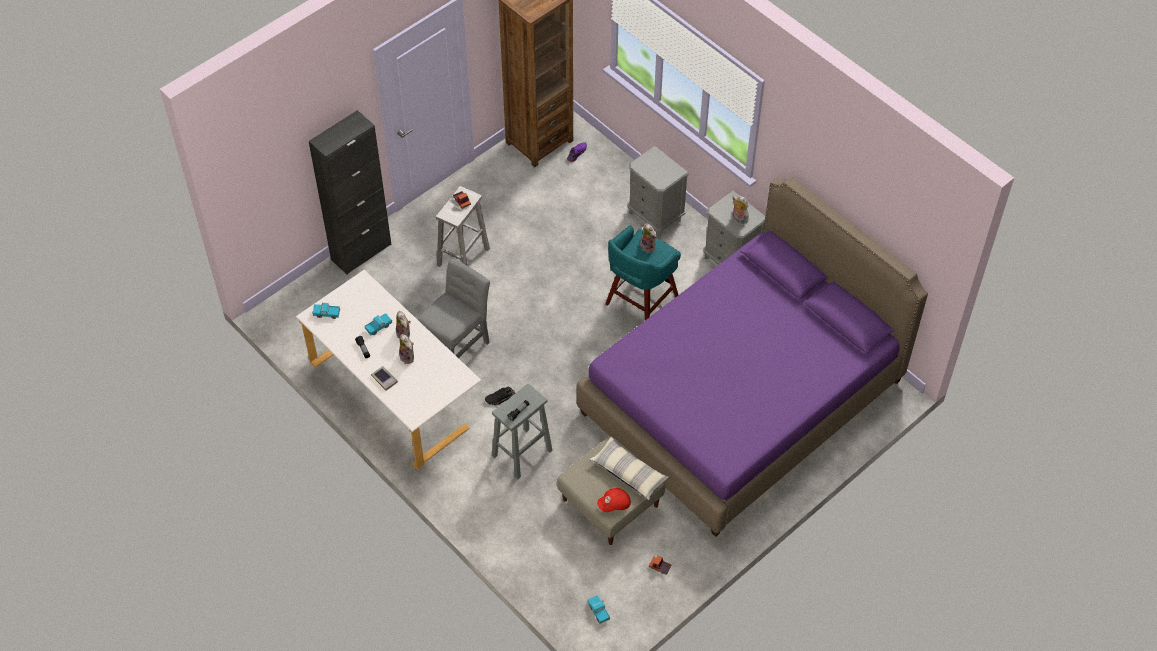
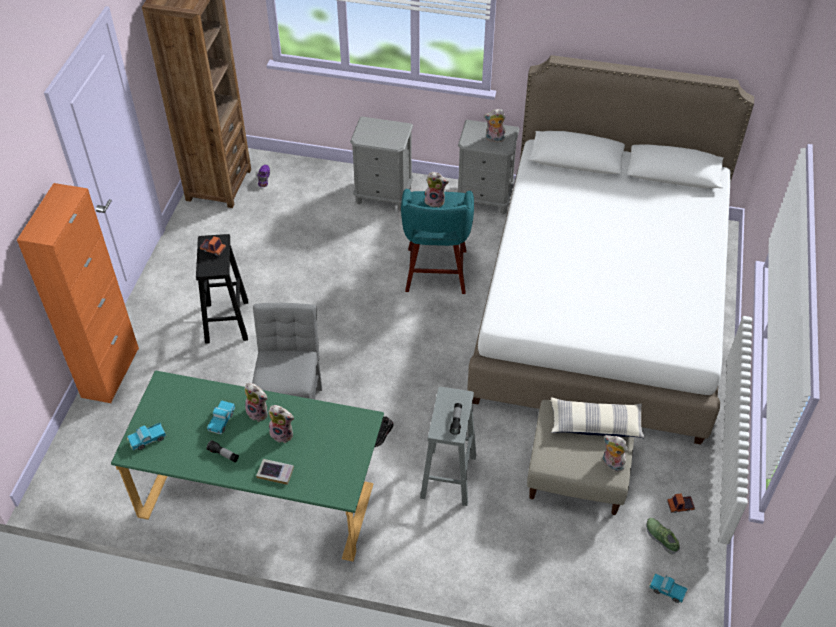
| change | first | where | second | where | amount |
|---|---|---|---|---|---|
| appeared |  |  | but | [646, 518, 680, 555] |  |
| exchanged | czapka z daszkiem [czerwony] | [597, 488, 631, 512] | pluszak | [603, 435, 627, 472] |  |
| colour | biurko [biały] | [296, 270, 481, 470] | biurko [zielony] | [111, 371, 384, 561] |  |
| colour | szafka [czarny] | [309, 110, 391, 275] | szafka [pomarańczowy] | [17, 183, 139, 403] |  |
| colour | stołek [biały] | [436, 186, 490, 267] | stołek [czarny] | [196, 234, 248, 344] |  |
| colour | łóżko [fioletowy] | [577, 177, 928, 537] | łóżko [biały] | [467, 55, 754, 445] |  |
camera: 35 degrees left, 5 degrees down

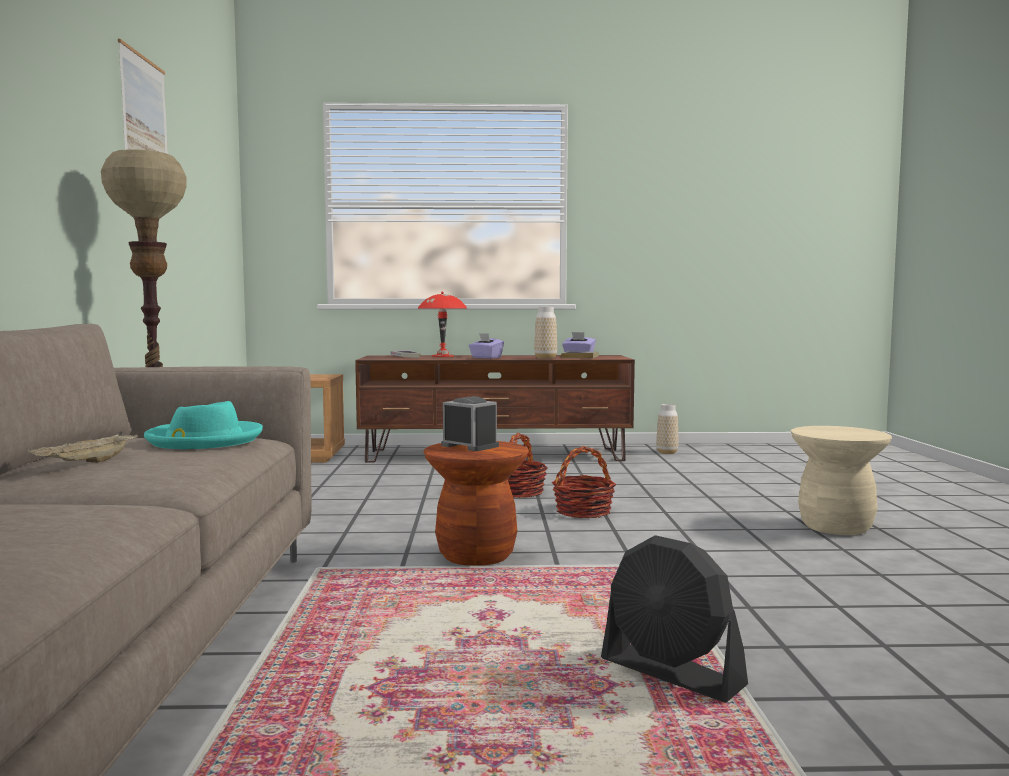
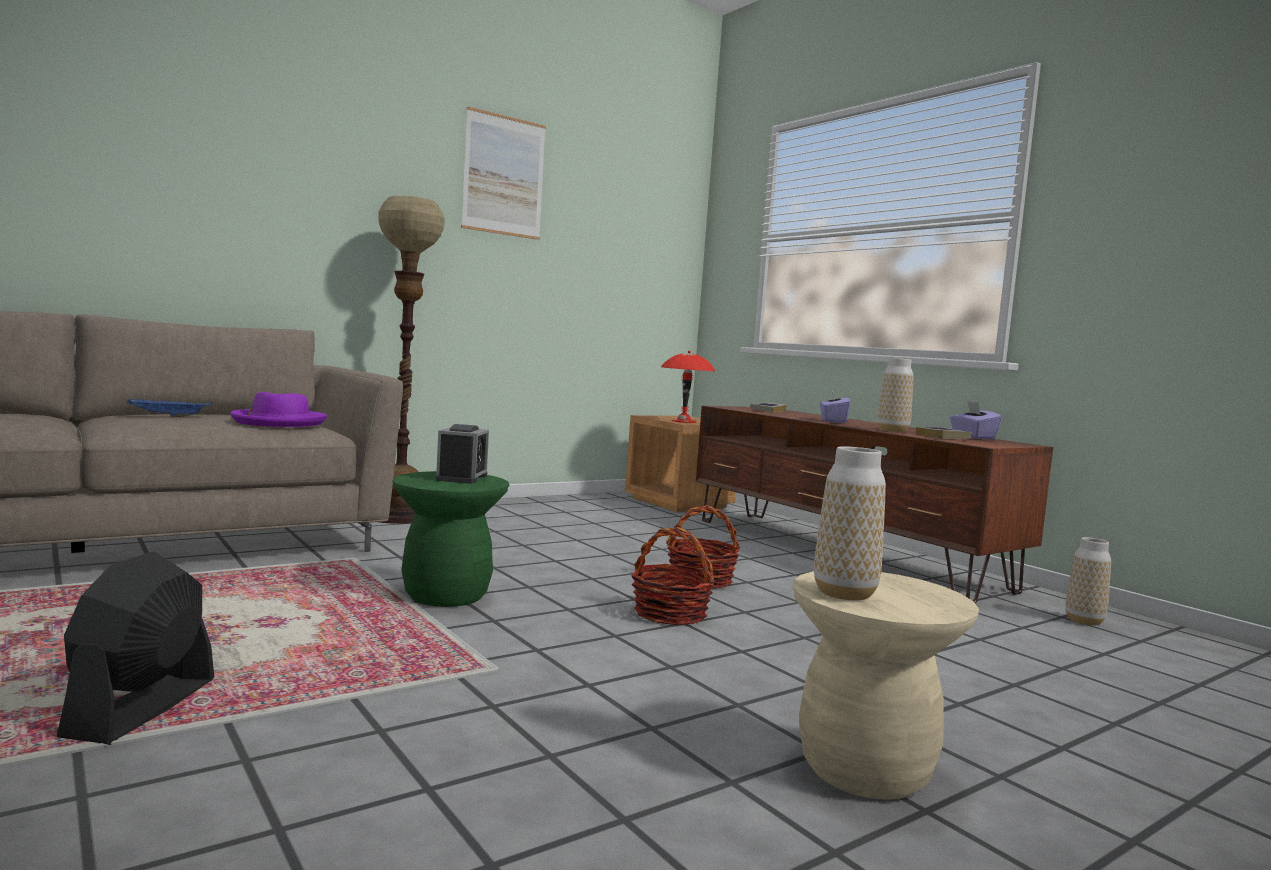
| change | first | where | second | where | amount |
|---|---|---|---|---|---|
| appeared |  |  | wazon | [814, 446, 886, 601] |  |
| relocated | lampa stołowa [czerwony] | [418, 292, 467, 357] |  | [661, 351, 715, 423] |  |
| colour | taca [beżowy] | [28, 432, 138, 463] | taca [niebieski] | [126, 398, 212, 417] |  |
| colour | kapelusz [turkusowy] | [144, 401, 263, 449] | kapelusz [fioletowy] | [230, 392, 327, 427] |  |
| colour | stołek [brązowy] | [424, 441, 529, 566] | stołek [zielony] | [393, 471, 509, 607] |  |
camera: 55 degrees right, 0 degrees up

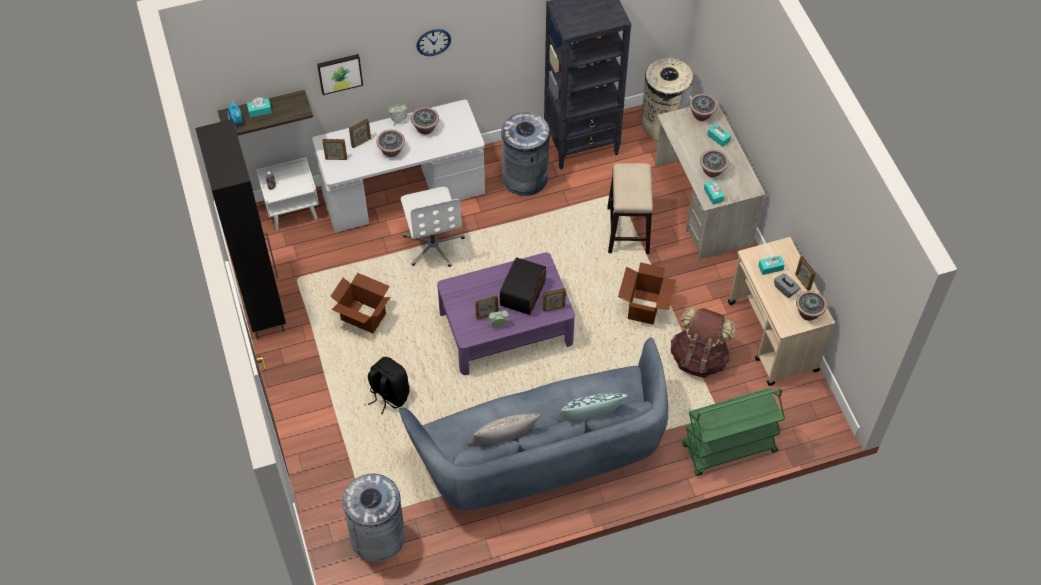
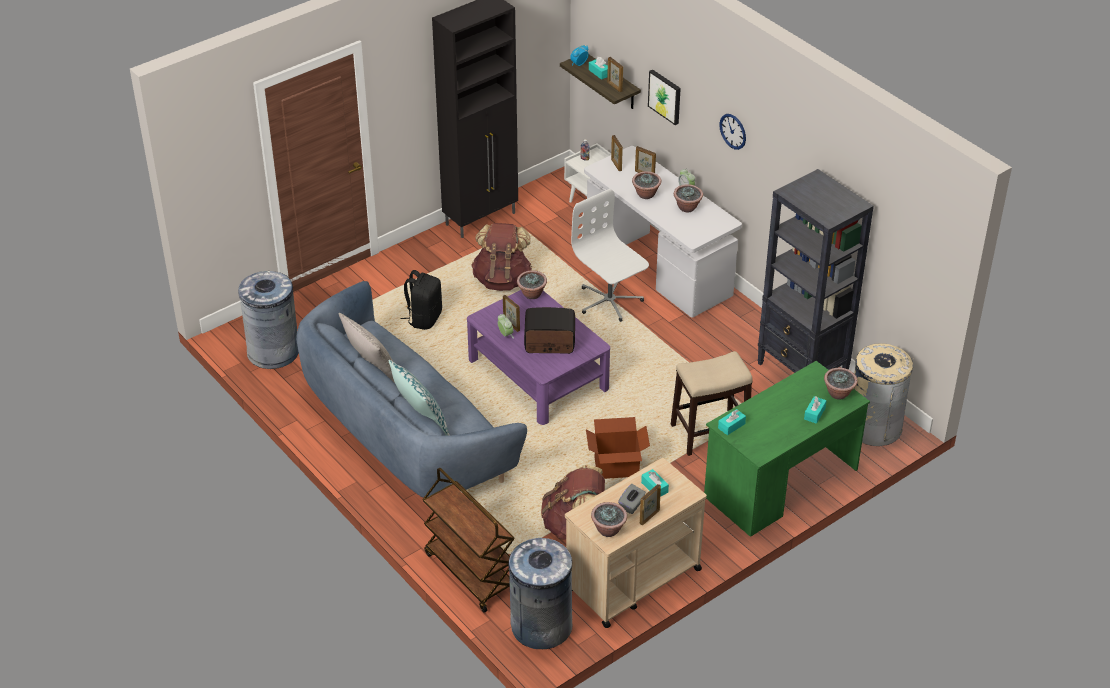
| change | first | where | second | where | amount |
|---|---|---|---|---|---|
| relocated | kosz na śmieci [szary] | [501, 112, 550, 196] |  | [508, 538, 572, 649] |  |
| relocated | ramka na zdjęcie | [543, 288, 566, 312] |  | [607, 57, 623, 92] |  |
| relocated | roślina doniczkowa | [700, 150, 729, 177] |  | [517, 270, 547, 299] |  |
| exchanged | karton | [330, 273, 390, 333] | plecak [brązowy] | [471, 223, 532, 291] |  |
| colour | biurko [beżowy] | [655, 100, 766, 259] | biurko [zielony] | [704, 361, 870, 537] |  |
| colour | wózek [zielony] | [682, 388, 785, 476] | wózek [brązowy] | [422, 468, 515, 613] |  |
| spun | krzesło biurowe [biały] | [401, 187, 465, 267] |  | [571, 189, 649, 322] | 90 degrees clockwise |
camera: 70 degrees right, 15 degrees down

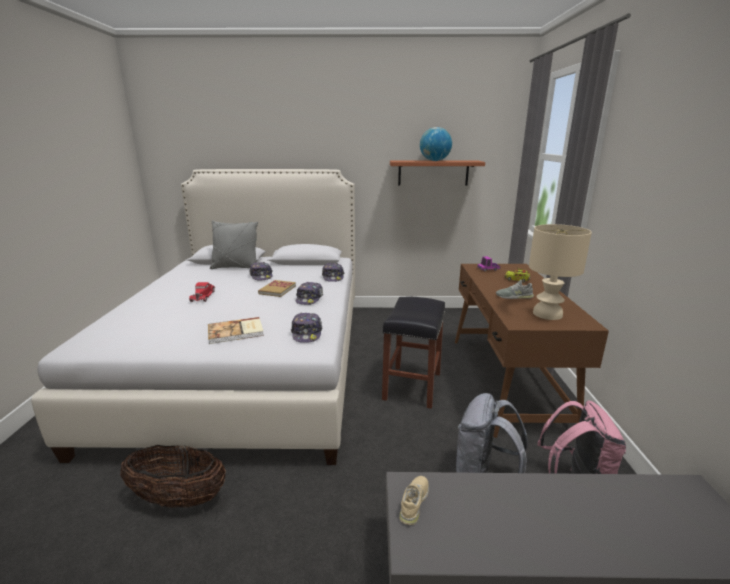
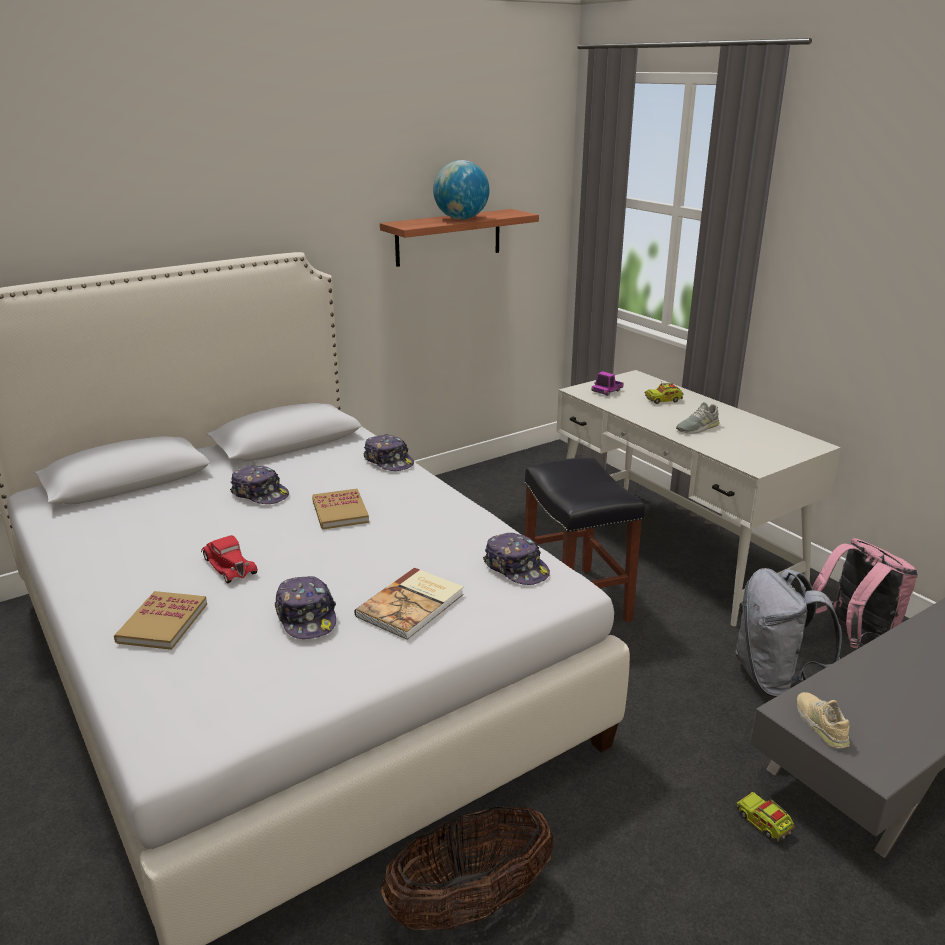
| change | first | where | second | where | amount |
|---|---|---|---|---|---|
| missing | poduszka [szary] | [210, 220, 258, 269] |  |  |  |
| missing | lampa stołowa [beżowy] | [529, 224, 592, 320] |  |  |  |
| appeared |  |  | książka | [114, 591, 207, 650] |  |
| appeared |  |  | ciężarówka zabawkowa | [736, 792, 795, 842] |  |
| relocated | czapka z daszkiem | [296, 281, 323, 305] |  | [275, 576, 336, 639] |  |
| colour | biurko [brązowy] | [455, 264, 609, 438] | biurko [biały] | [557, 370, 841, 626] |  |
camera: 35 degrees left, 5 degrees up

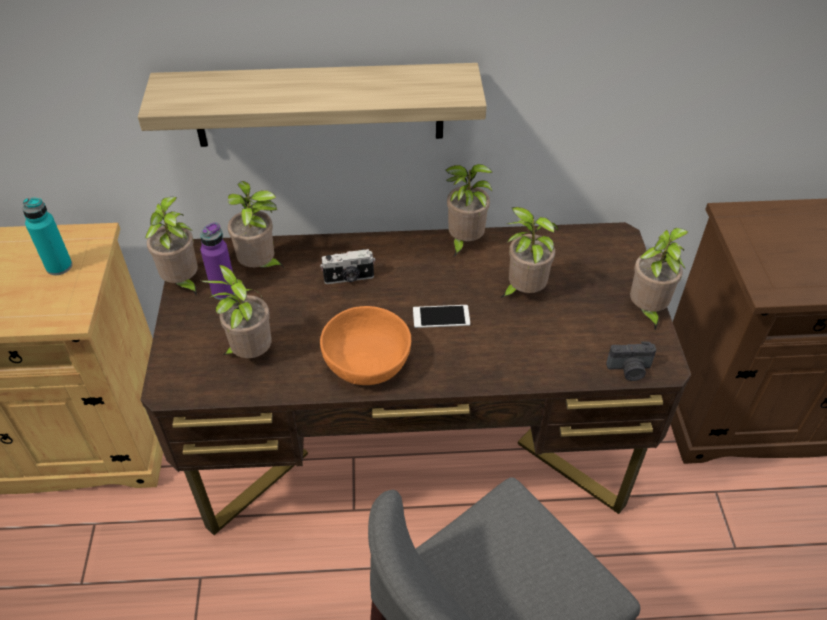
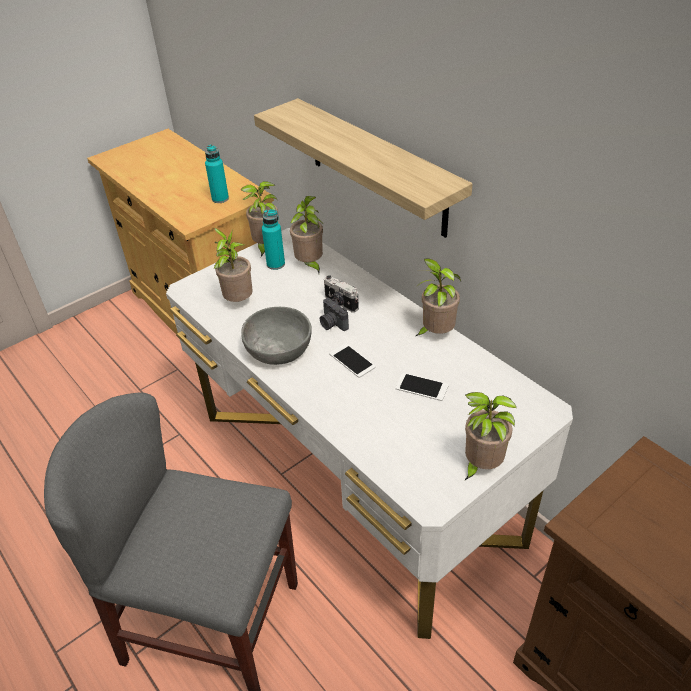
| change | first | where | second | where | amount |
|---|---|---|---|---|---|
| relocated | aparat fotograficzny | [606, 341, 656, 381] |  | [320, 298, 349, 331] |  |
| exchanged | roślina doniczkowa | [501, 207, 558, 298] | telefon | [395, 373, 449, 401] |  |
| colour | biurko [brązowy] | [141, 222, 691, 535] | biurko [biały] | [166, 228, 573, 639] |  |
| colour | butelka [fioletowy] | [200, 222, 235, 300] | butelka [turkusowy] | [262, 210, 285, 270] |  |
| colour | miska [pomarańczowy] | [320, 306, 411, 385] | miska [szary] | [241, 307, 312, 365] |  |
camera: 55 degrees right, 5 degrees down

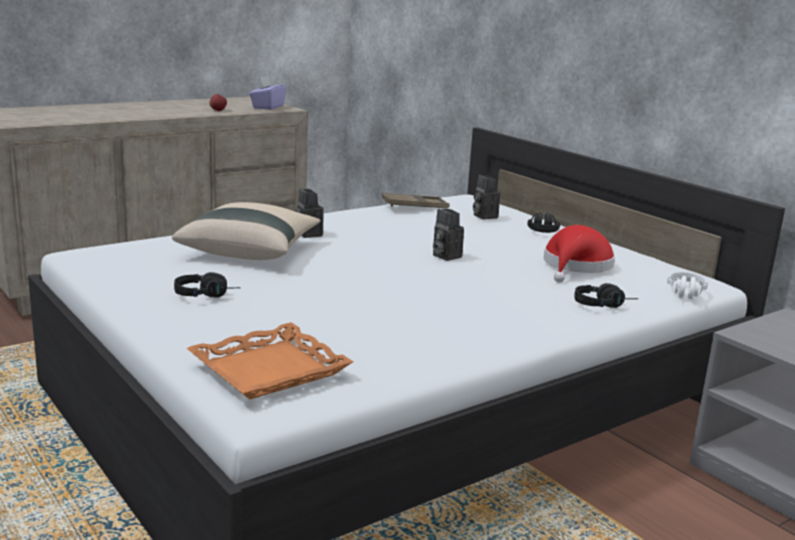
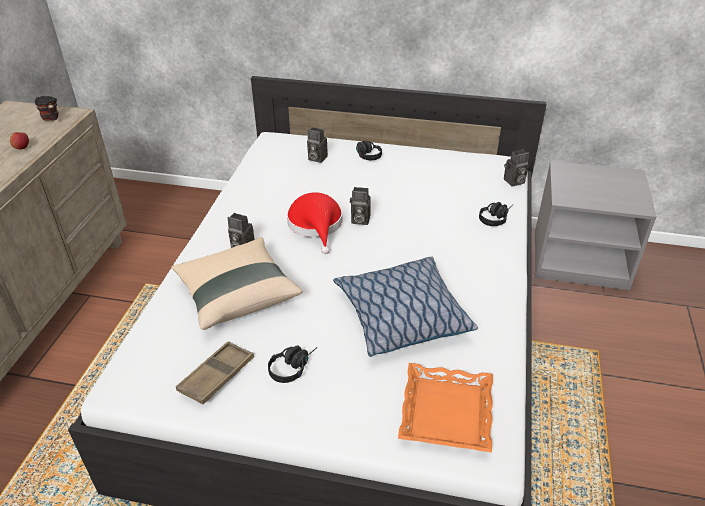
| change | first | where | second | where | amount |
|---|---|---|---|---|---|
| appeared |  |  | poduszka | [333, 256, 478, 357] |  |
| relocated | taca [brązowy] | [382, 193, 450, 208] |  | [176, 341, 254, 404] |  |
| relocated | kapelusz [czerwony] | [544, 225, 615, 283] |  | [287, 192, 343, 254] |  |
| exchanged | pudełko chusteczek [fioletowy] | [249, 76, 286, 110] | kubek | [35, 96, 58, 121] |  |
| exchanged | słuchawki [biały] | [667, 272, 708, 299] | aparat fotograficzny | [504, 149, 529, 186] |  |
camera: 40 degrees left, 20 degrees up

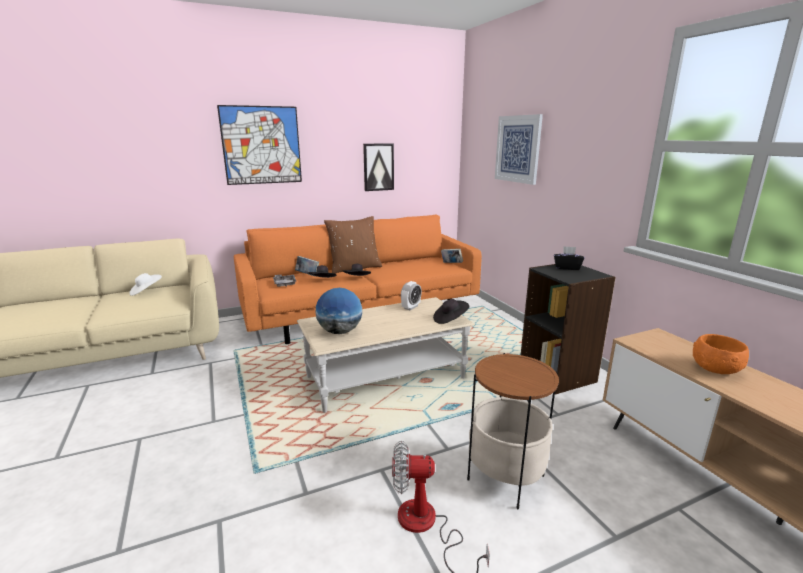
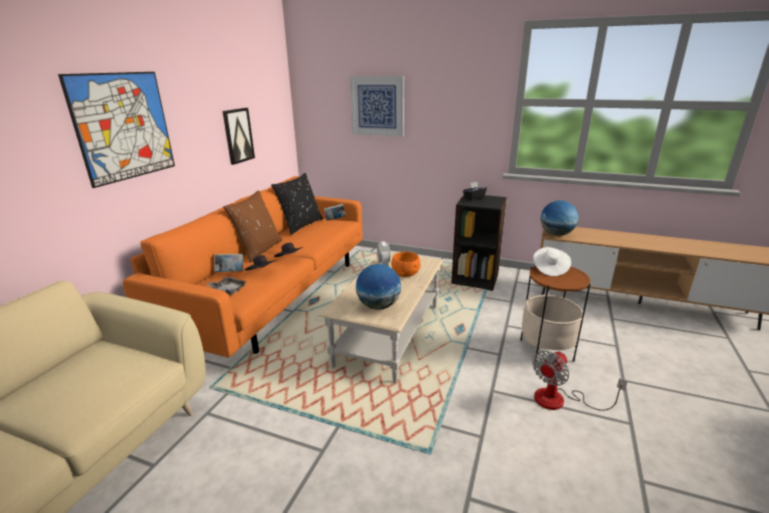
| change | first | where | second | where | amount |
|---|---|---|---|---|---|
| missing | kapelusz [czarny] | [433, 299, 469, 324] |  |  |  |
| appeared |  |  | poduszka [czarny] | [271, 173, 323, 235] |  |
| appeared |  |  | globus | [541, 200, 578, 236] |  |
| relocated | kapelusz [biały] | [130, 273, 162, 296] |  | [533, 247, 571, 276] |  |
| relocated | miska [pomarańczowy] | [693, 334, 749, 374] |  | [391, 252, 420, 277] |  |
camera: 45 degrees left, 5 degrees up

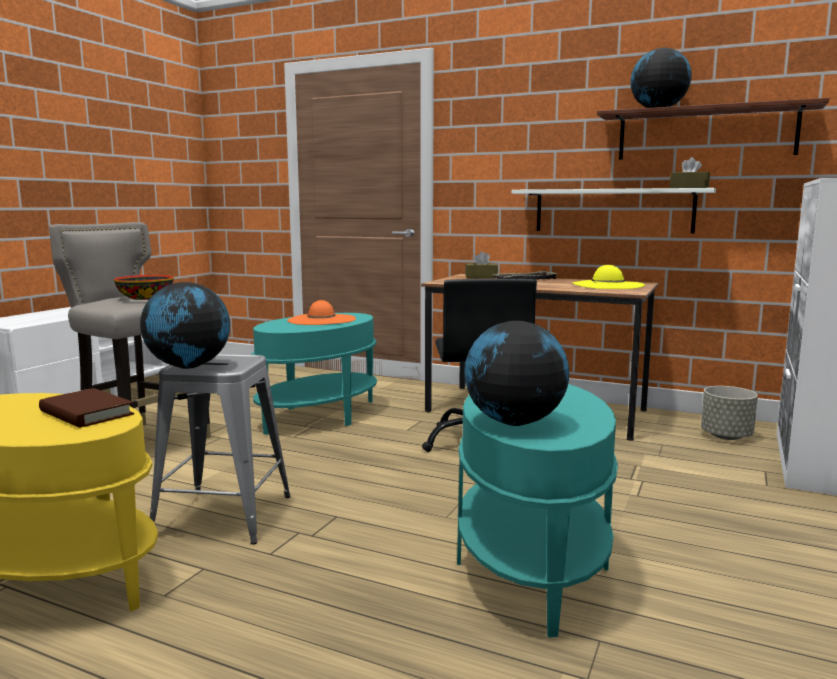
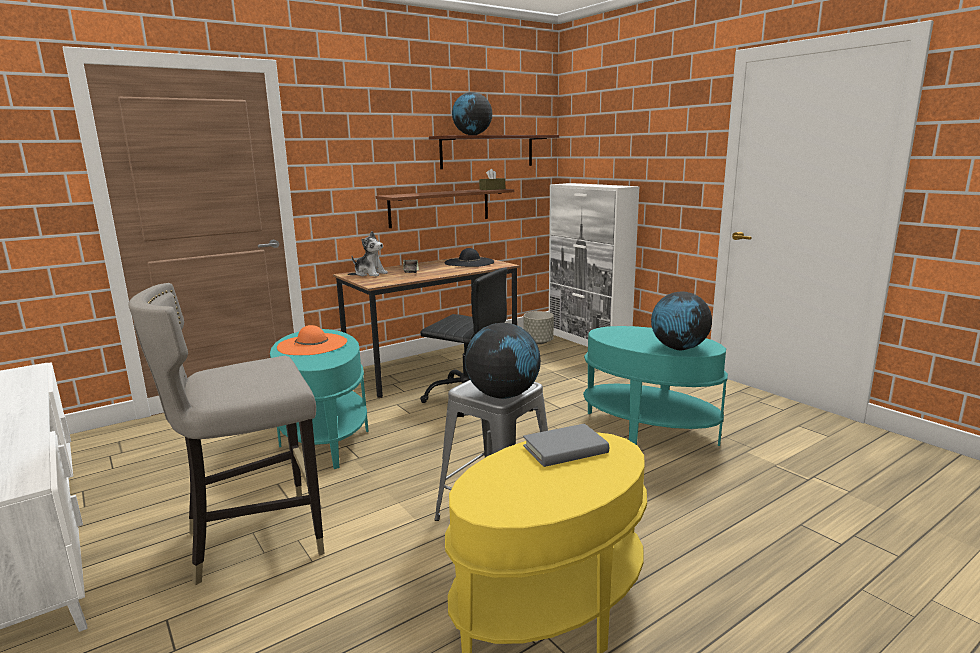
| change | first | where | second | where | amount |
|---|---|---|---|---|---|
| missing | miska | [114, 275, 174, 300] |  |  |  |
| exchanged | pudełko chusteczek [brązowy] | [465, 251, 498, 278] | pluszak | [352, 231, 388, 277] |  |
| colour | książka [brązowy] | [39, 388, 134, 428] | książka [szary] | [523, 423, 609, 467] |  |
| colour | półka [biały] | [511, 188, 716, 234] | półka [brązowy] | [376, 189, 514, 228] |  |
| colour | kapelusz [żółty] | [573, 265, 645, 289] | kapelusz [czarny] | [445, 248, 494, 267] |  |
camera: 60 degrees left, 5 degrees up

